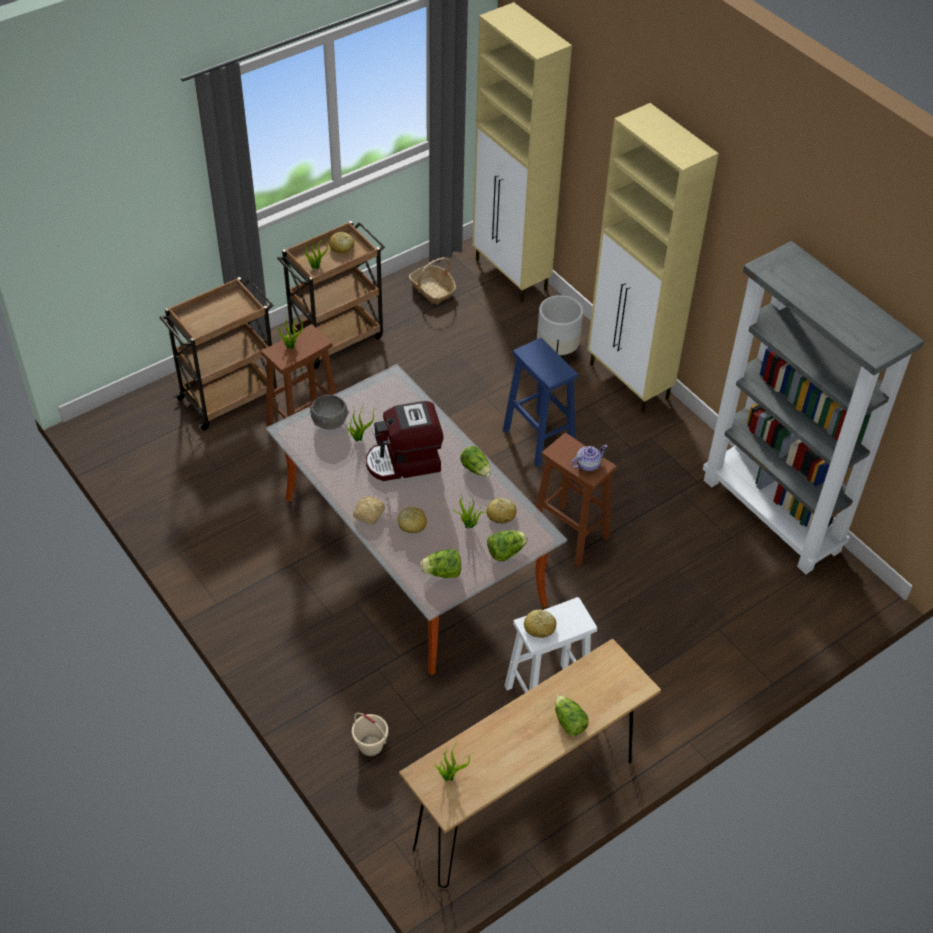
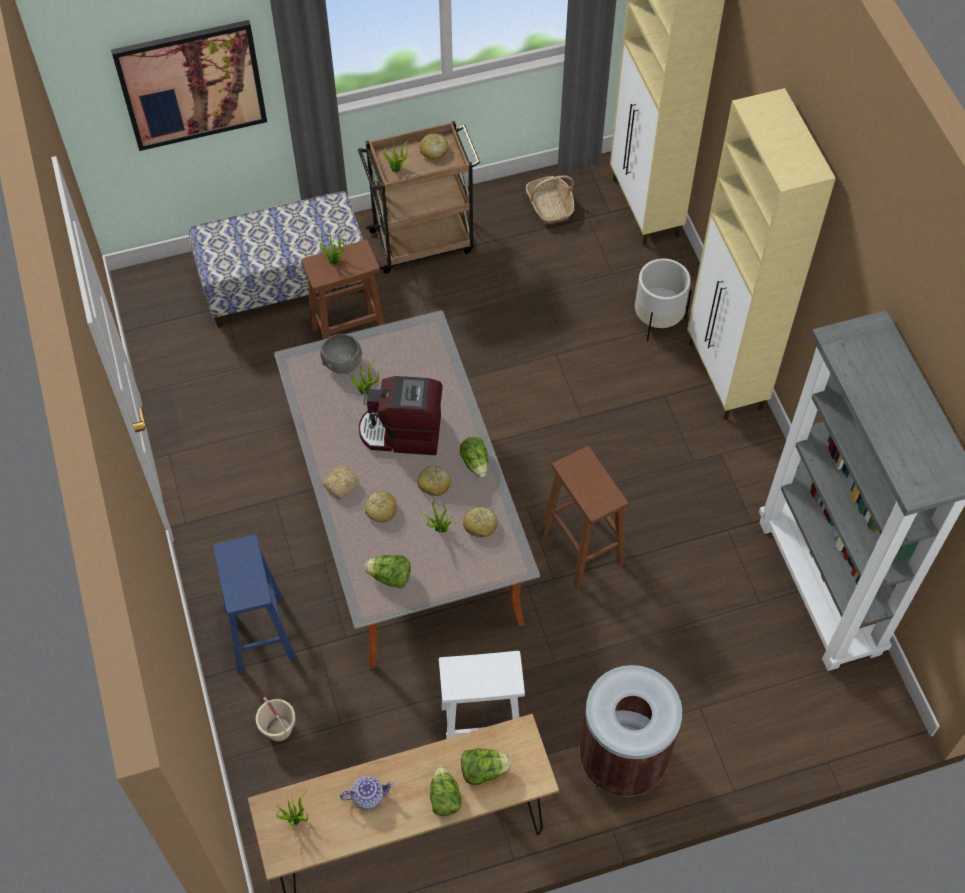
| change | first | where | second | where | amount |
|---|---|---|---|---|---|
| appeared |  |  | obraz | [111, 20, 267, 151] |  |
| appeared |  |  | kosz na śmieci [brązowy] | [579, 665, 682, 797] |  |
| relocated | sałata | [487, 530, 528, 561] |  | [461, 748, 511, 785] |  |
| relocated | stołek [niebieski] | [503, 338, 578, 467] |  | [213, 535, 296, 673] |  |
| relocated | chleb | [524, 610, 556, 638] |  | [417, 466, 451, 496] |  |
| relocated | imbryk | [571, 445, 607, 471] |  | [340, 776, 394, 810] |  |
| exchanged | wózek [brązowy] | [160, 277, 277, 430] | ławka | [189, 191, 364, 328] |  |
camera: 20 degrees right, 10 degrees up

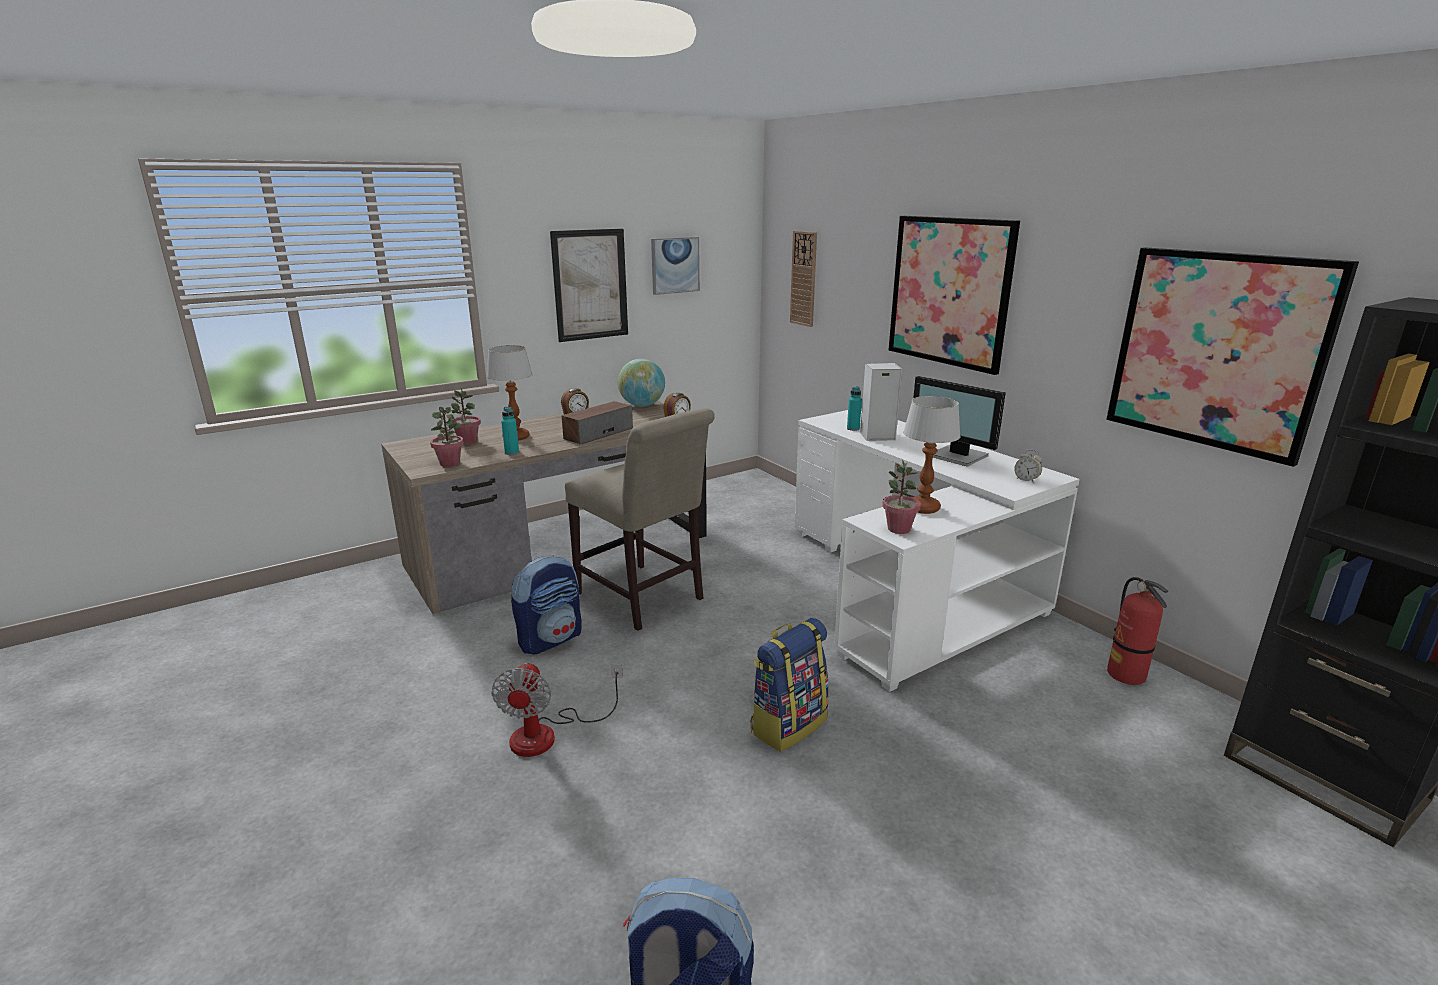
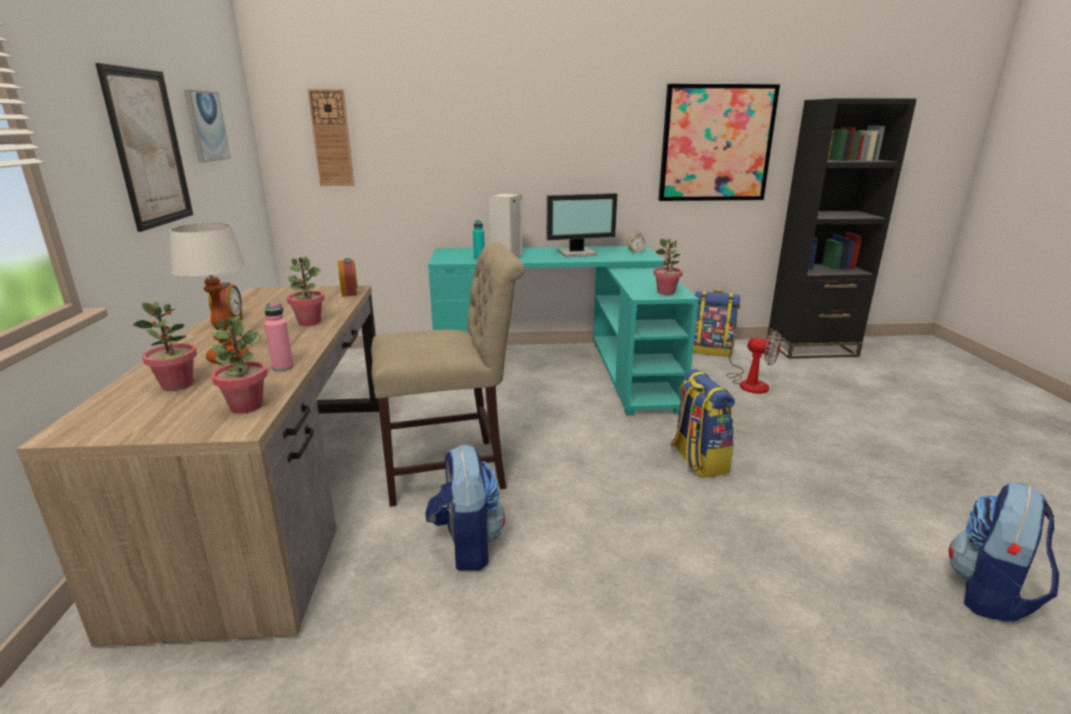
| change | first | where | second | where | amount |
|---|---|---|---|---|---|
| missing | globus | [618, 359, 665, 406] |  |  |  |
| missing | obraz | [888, 216, 1020, 375] |  |  |  |
| missing | lampa stołowa | [903, 396, 960, 514] |  |  |  |
| relocated | wentylator | [491, 662, 623, 757] |  | [725, 331, 781, 394] |  |
| exchanged | głośnik | [562, 401, 633, 445] | roślina doniczkowa | [287, 256, 325, 326] |  |
| exchanged | gaśnica | [1107, 577, 1168, 685] | plecak | [693, 290, 740, 357] |  |
| colour | butelka [turkusowy] | [501, 407, 519, 455] | butelka [różowy] | [264, 302, 294, 371] |  |
| colour | biurko [biały] | [794, 408, 1080, 692] | biurko [turkusowy] | [428, 246, 699, 416] |  |
camera: 60 degrees left, 0 degrees up

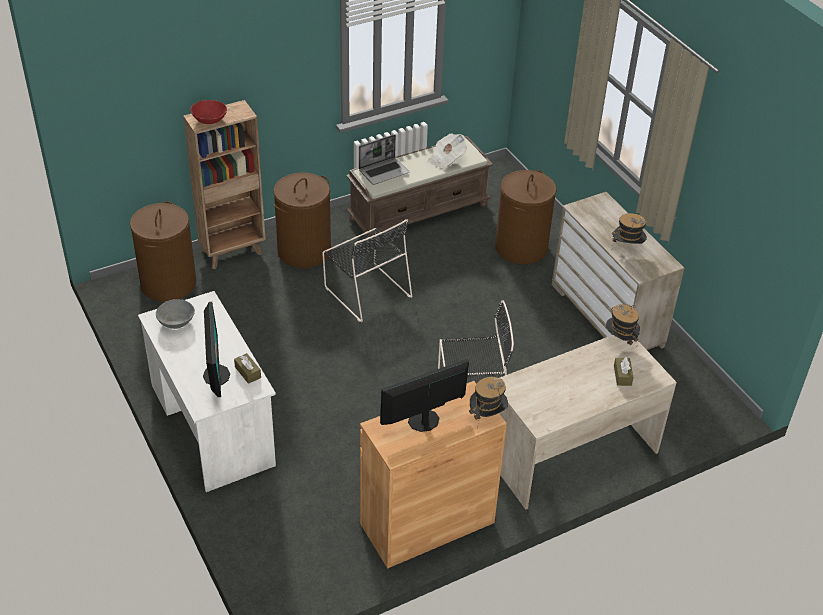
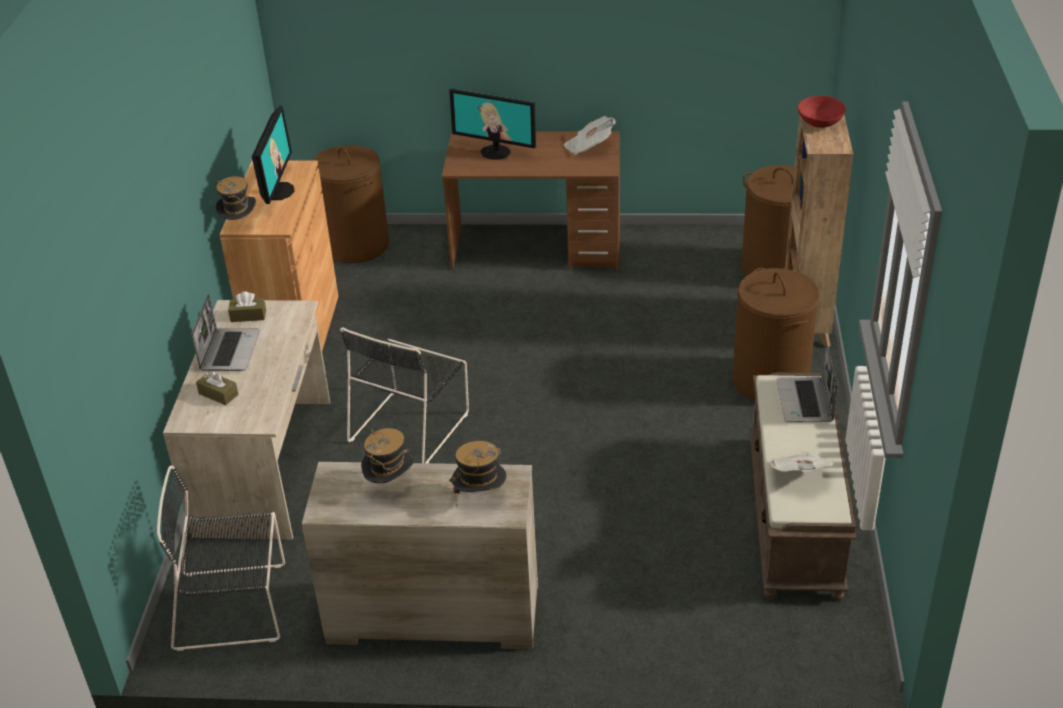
| change | first | where | second | where | amount |
|---|---|---|---|---|---|
| appeared |  |  | laptop | [192, 294, 260, 371] |  |
| relocated | pudełko chusteczek [brązowy] | [234, 353, 261, 384] |  | [228, 291, 266, 322] |  |
| relocated | krzesło [czarny] | [322, 219, 412, 322] |  | [157, 465, 285, 651] |  |
| relocated | kosz na pranie [brązowy] | [495, 170, 557, 264] |  | [312, 145, 389, 263] |  |
| relocated | kapelusz | [605, 304, 640, 348] |  | [449, 441, 507, 507] |  |
| exchanged | miska [szary] | [156, 299, 195, 329] | gazeta | [564, 116, 616, 155] |  |
| colour | biurko [biały] | [138, 291, 276, 492] | biurko [brązowy] | [442, 131, 620, 270] |  |
camera: 125 degrees right, 5 degrees down

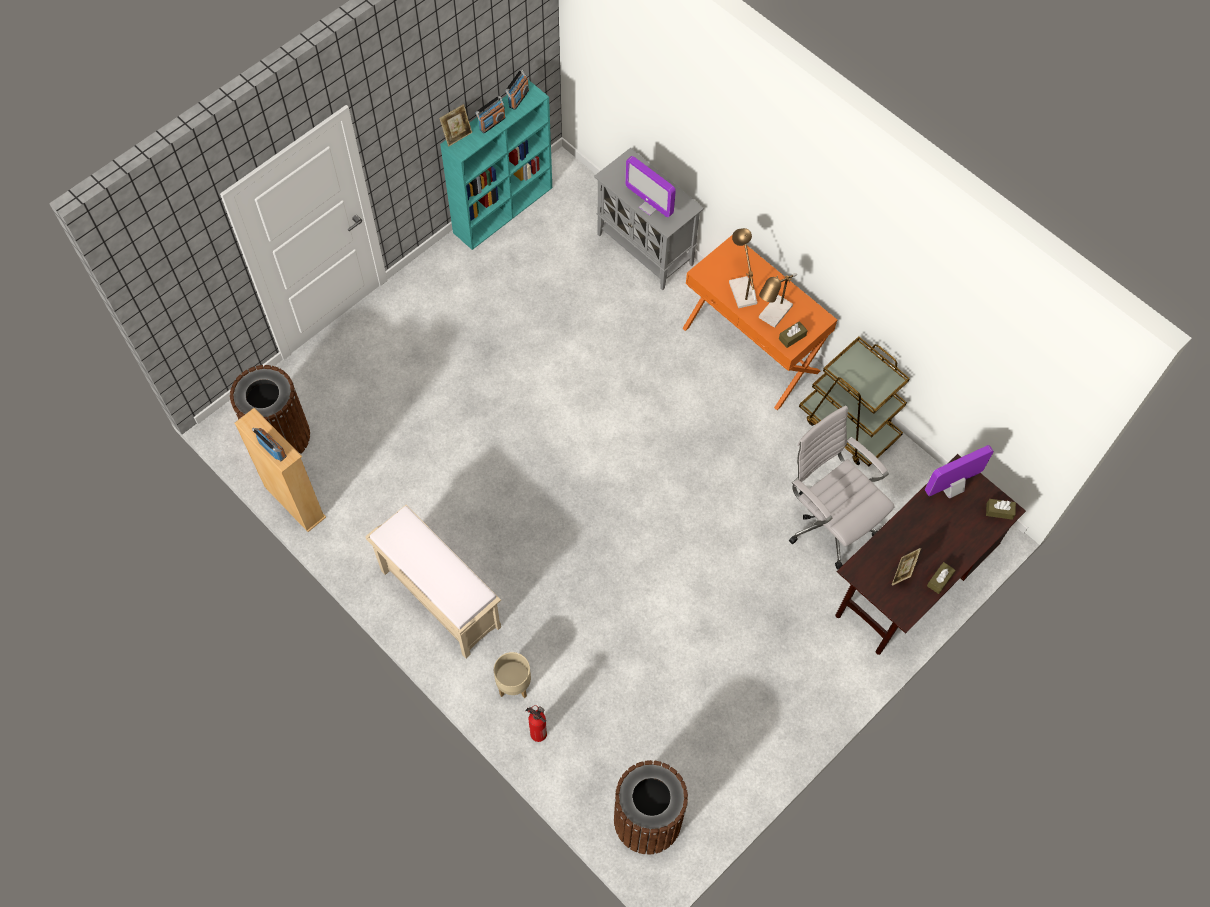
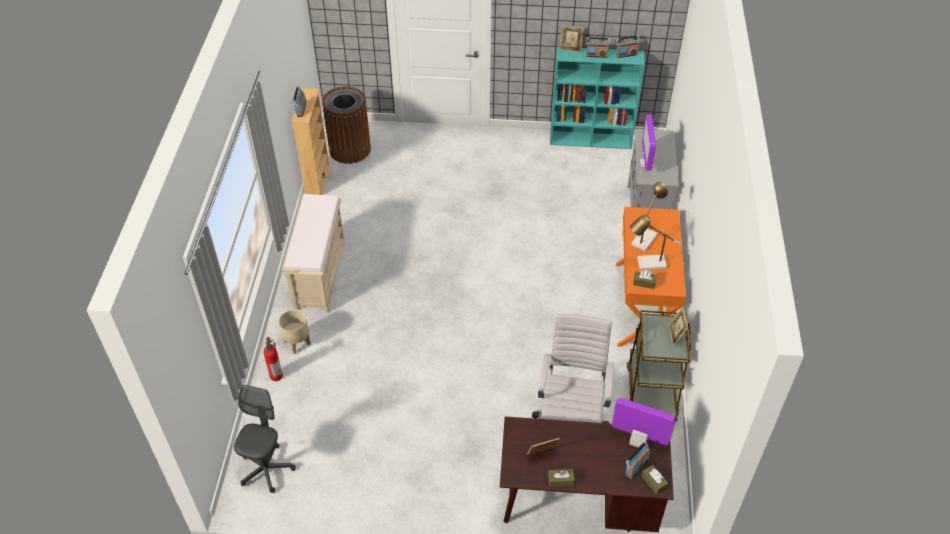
| change | first | where | second | where | amount |
|---|---|---|---|---|---|
| appeared |  |  | radio | [625, 442, 650, 480] |  |
| appeared |  |  | ramka na zdjęcie | [668, 306, 688, 346] |  |
| exchanged | kosz na śmieci [brązowy] | [614, 760, 688, 855] | krzesło biurowe [szary] | [234, 385, 296, 493] |  |
camera: 50 degrees right, 15 degrees down

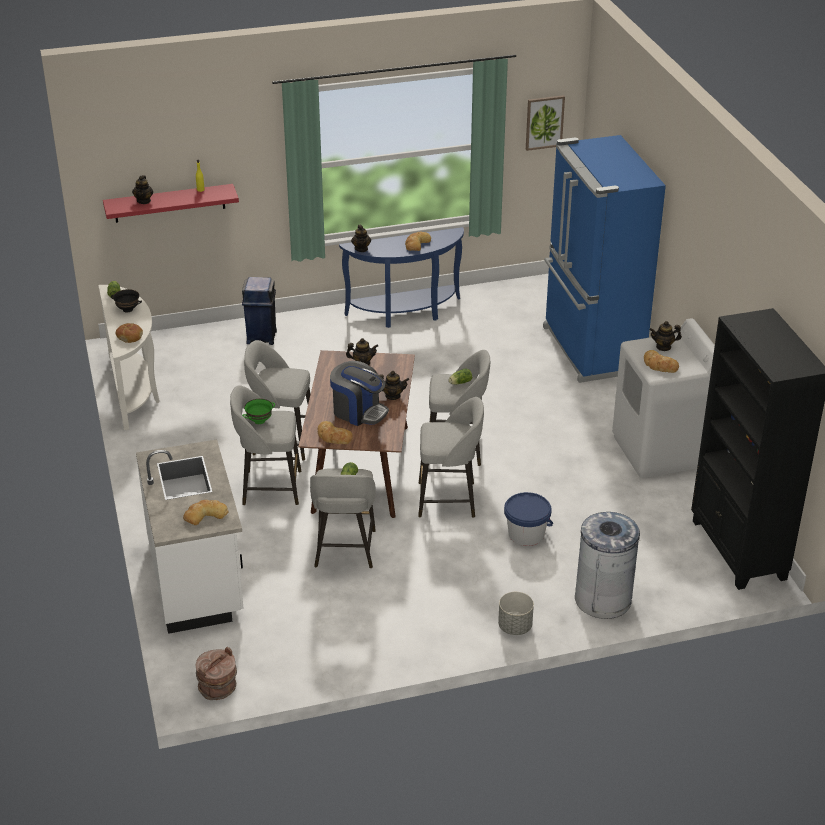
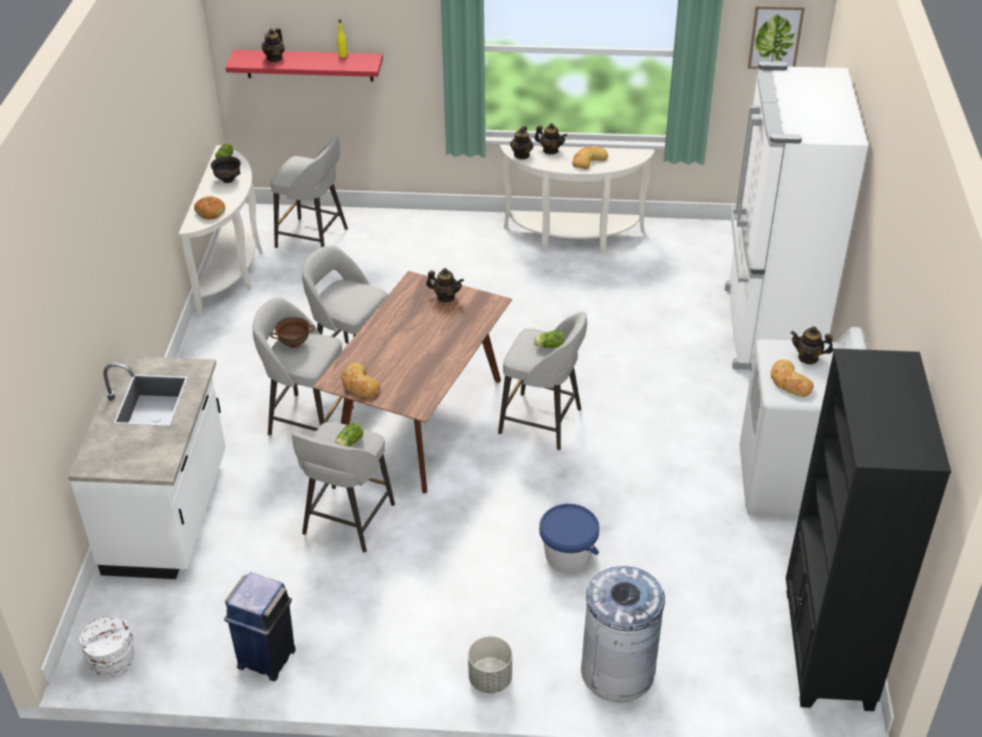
| change | first | where | second | where | amount |
|---|---|---|---|---|---|
| missing | chleb | [183, 500, 228, 525] |  |  |  |
| missing | ekspres do kawy | [330, 361, 389, 426] |  |  |  |
| relocated | kosz na śmieci [niebieski] | [242, 277, 277, 345] |  | [224, 572, 296, 682] |  |
| relocated | imbryk | [379, 371, 409, 400] |  | [534, 123, 567, 154] |  |
| relocated | stołek [szary] | [418, 397, 484, 518] |  | [271, 136, 348, 248] |  |
| colour | wiadro [brązowy] | [196, 647, 237, 700] | wiadro [biały] | [78, 616, 136, 677] |  |
| colour | miska [zielony] | [242, 399, 275, 424] | miska [brązowy] | [270, 317, 315, 348] |  |
| colour | stolik konsolowy [niebieski] | [339, 227, 464, 328] | stolik konsolowy [biały] | [500, 144, 655, 254] |  |
| colour | lodówka [niebieski] | [543, 135, 666, 383] | lodówka [biały] | [725, 62, 868, 370] |  |
camera: 20 degrees right, 5 degrees up

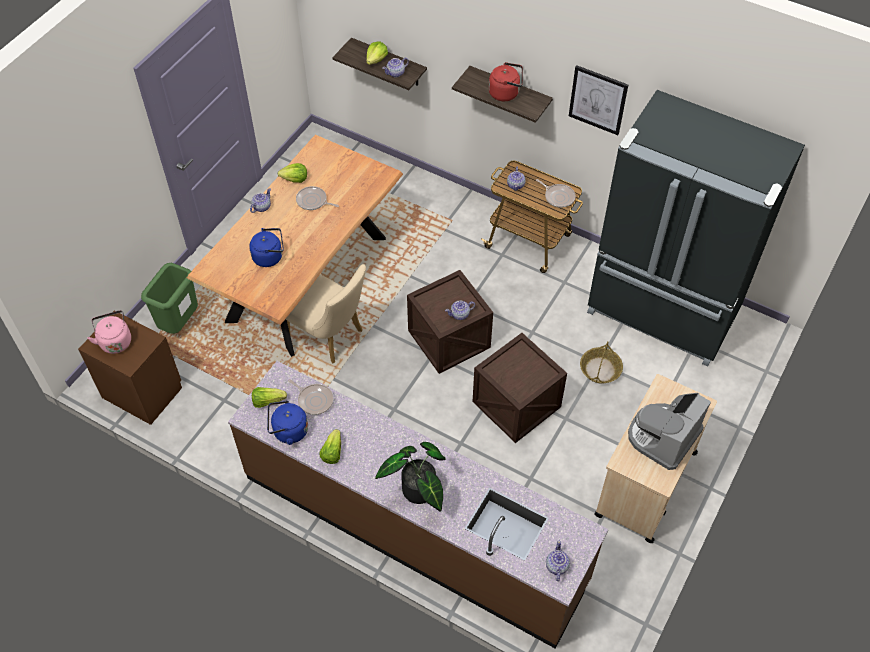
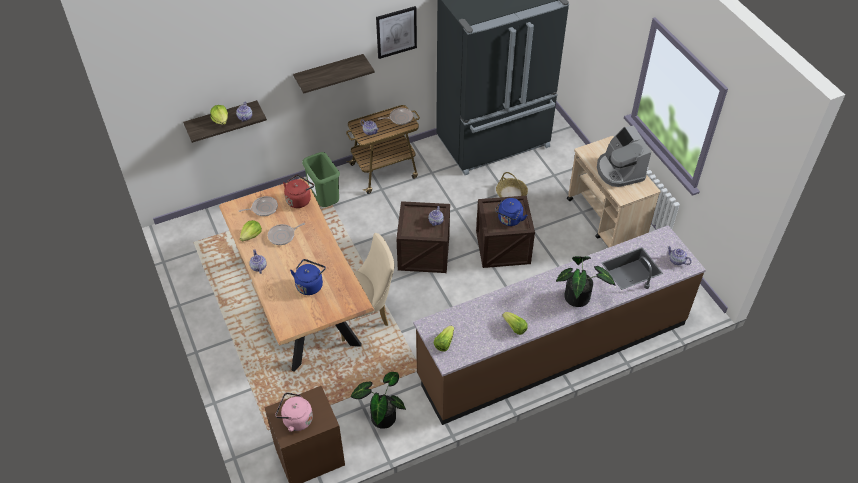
| change | first | where | second | where | amount |
|---|---|---|---|---|---|
| appeared |  |  | roślina doniczkowa | [351, 372, 406, 429] |  |
| relocated | kosz na śmieci [zielony] | [141, 263, 198, 334] |  | [302, 152, 340, 207] |  |
| relocated | czajnik [niebieski] | [267, 401, 308, 445] |  | [495, 198, 527, 226] |  |
| relocated | patelnia | [288, 379, 333, 415] |  | [239, 196, 278, 216] |  |
| relocated | czajnik [czerwony] | [489, 62, 523, 101] |  | [283, 175, 314, 208] |  |
camera: 55 degrees left, 5 degrees down

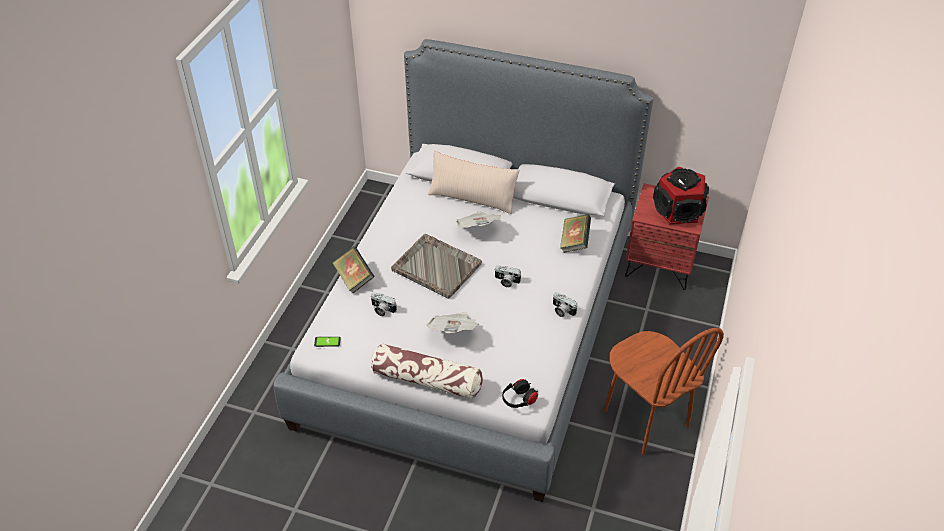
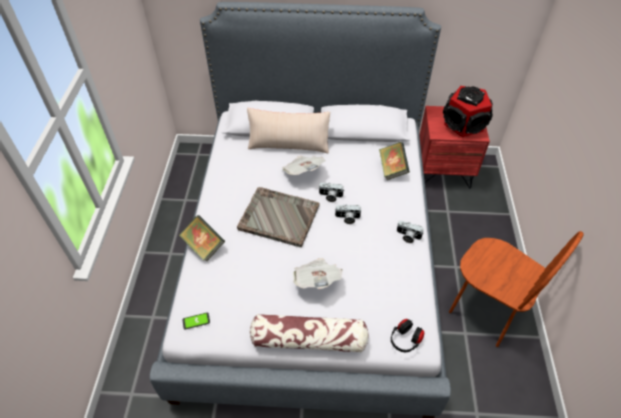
| change | first | where | second | where | amount |
|---|---|---|---|---|---|
| relocated | aparat fotograficzny | [371, 292, 397, 316] |  | [319, 183, 344, 202] |  |
camera: 15 degrees left, 5 degrees up

